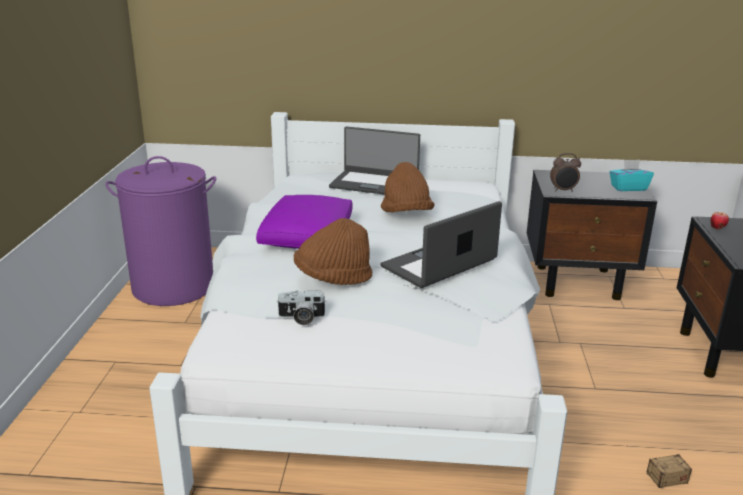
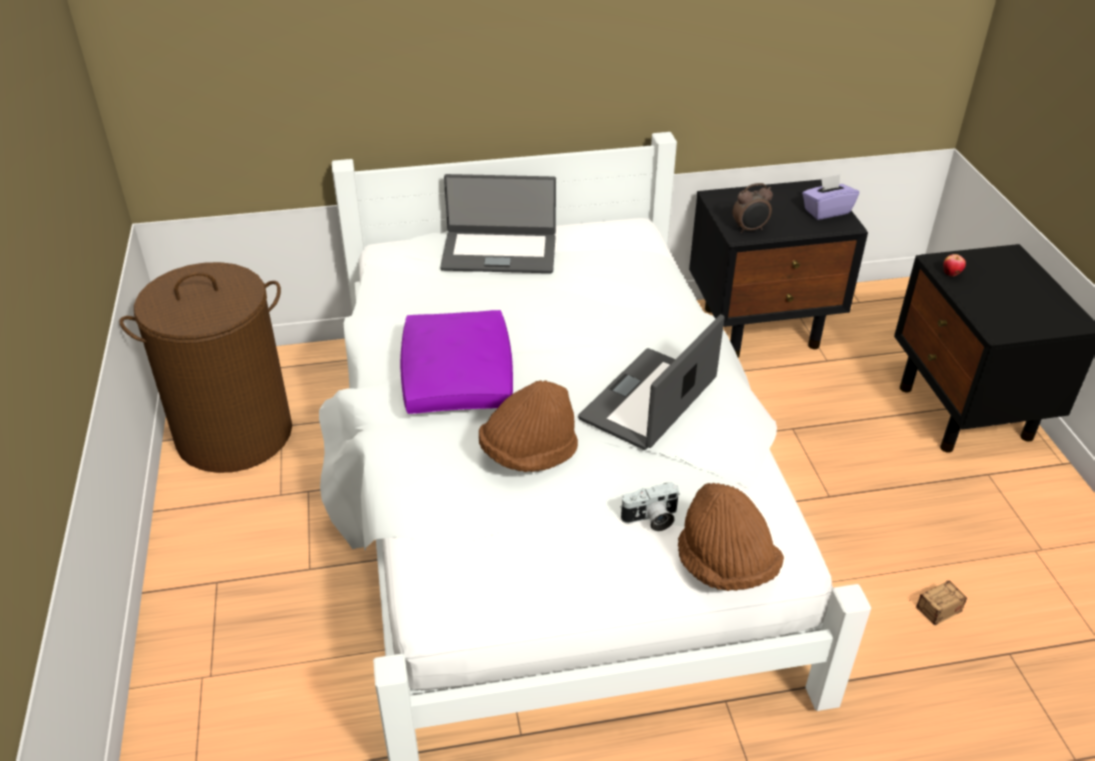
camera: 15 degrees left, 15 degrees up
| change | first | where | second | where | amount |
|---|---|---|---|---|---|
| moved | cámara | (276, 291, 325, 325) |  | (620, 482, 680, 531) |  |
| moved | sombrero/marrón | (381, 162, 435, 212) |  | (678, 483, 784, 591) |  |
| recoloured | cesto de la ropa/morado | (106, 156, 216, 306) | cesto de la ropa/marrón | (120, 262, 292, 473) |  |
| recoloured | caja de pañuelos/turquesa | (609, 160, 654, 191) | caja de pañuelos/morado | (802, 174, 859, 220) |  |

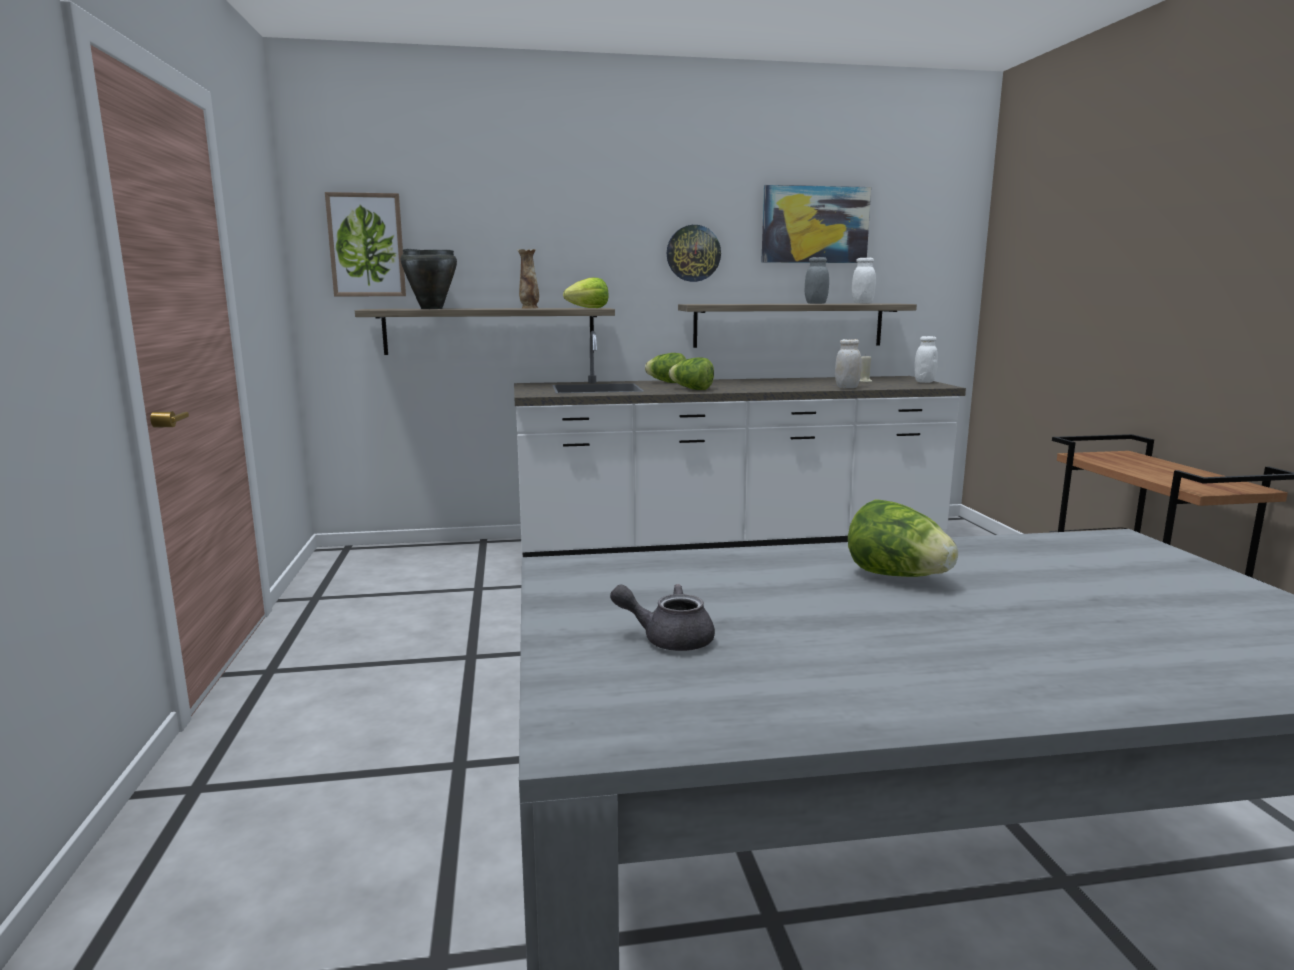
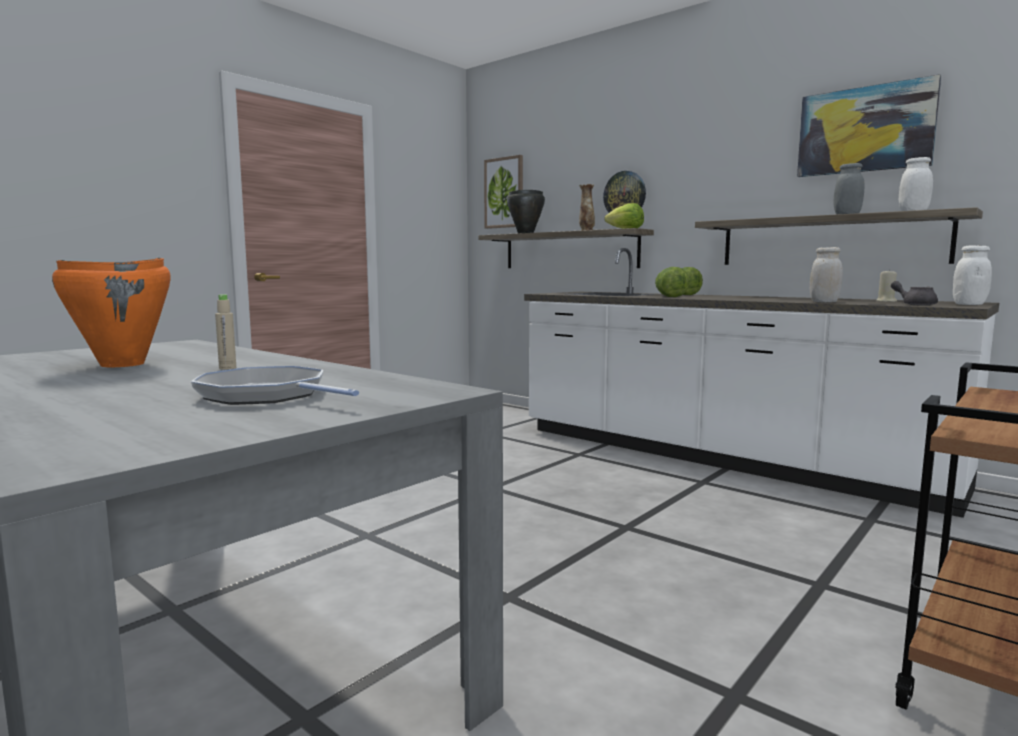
camera: 50 degrees right, 5 degrees down
| change | first | where | second | where | amount |
|---|---|---|---|---|---|
| added |  |  | olla/naranja | (52, 258, 171, 367) |  |
| added |  |  | sartén | (191, 366, 359, 405) |  |
| moved | tetera/gris | (610, 584, 715, 651) |  | (891, 281, 938, 306) |  |
| moved | reloj de pared | (667, 225, 721, 282) |  | (603, 171, 646, 213) |  |
| replaced | lechuga | (848, 499, 958, 577) | botella/beis | (215, 295, 236, 370) |  |

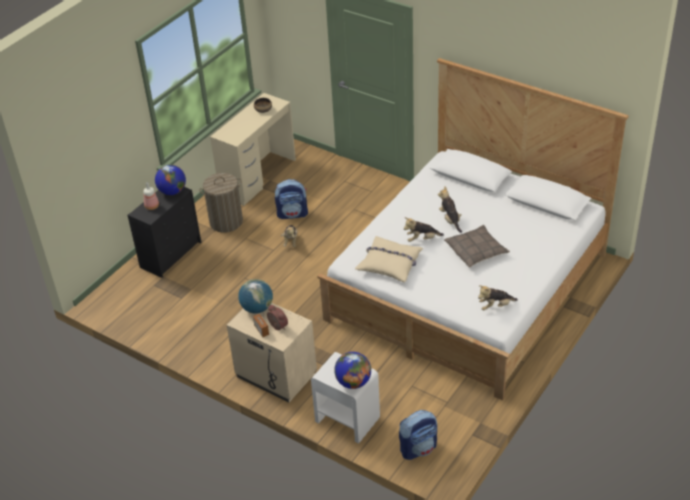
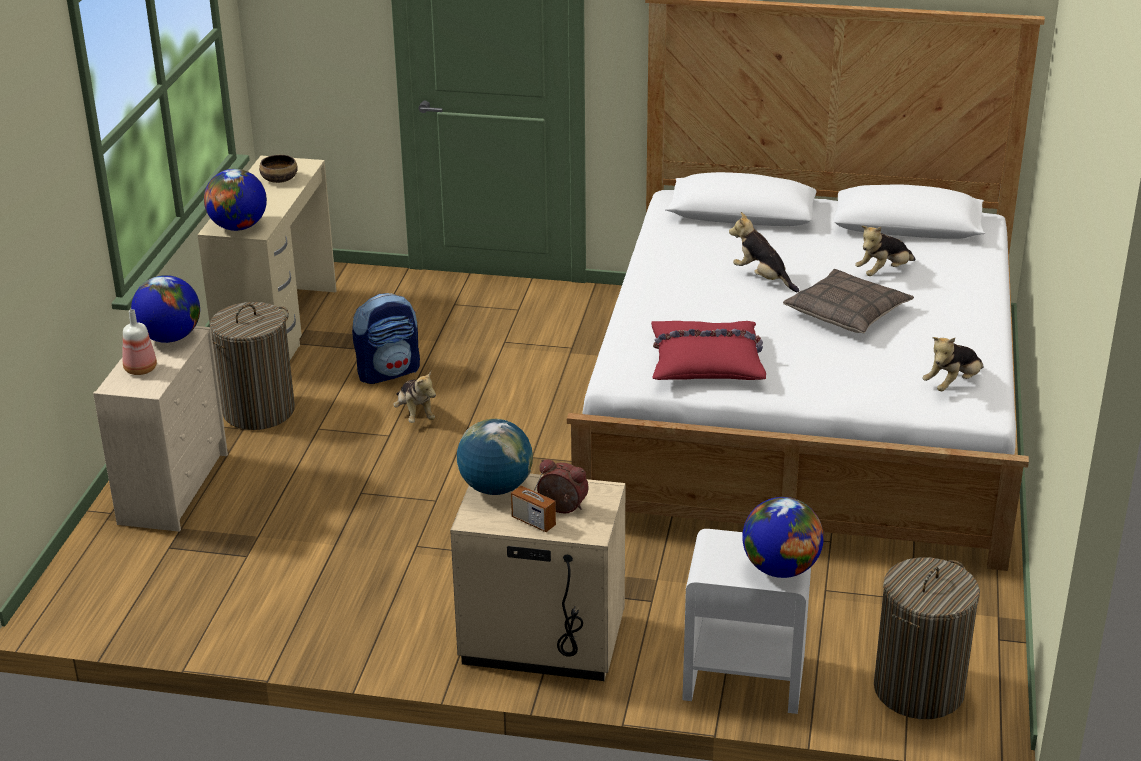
camera: 25 degrees left, 10 degrees down
| change | first | where | second | where | amount |
|---|---|---|---|---|---|
| added |  |  | globo terráqueo | (204, 169, 267, 231) |  |
| moved | peluche | (404, 217, 444, 242) |  | (855, 226, 915, 276) |  |
| replaced | mochila | (399, 410, 437, 460) | cesto de la ropa | (874, 557, 980, 719) |  |
| recoloured | cómoda/negro | (128, 187, 201, 278) | cómoda/beis | (93, 326, 228, 532) |  |
| recoloured | cojín/beis | (355, 236, 423, 282) | cojín/rojo | (651, 321, 766, 380) |  |

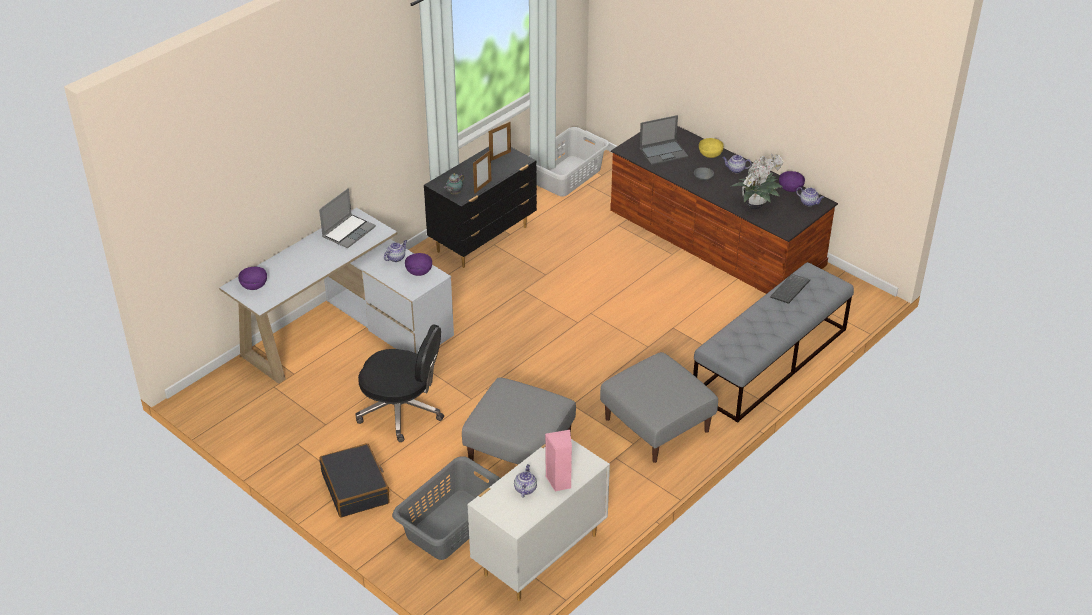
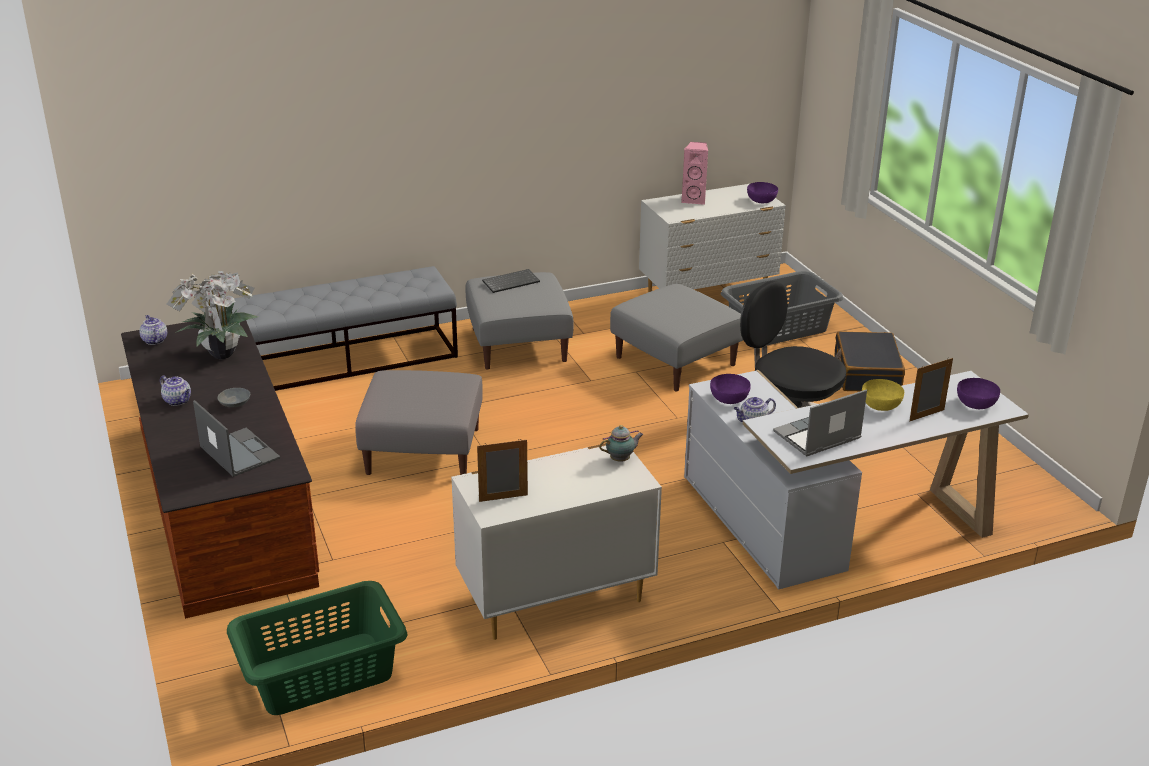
camera: 155 degrees left, 10 degrees down
| change | first | where | second | where | amount |
|---|---|---|---|---|---|
| removed | tetera | (514, 464, 537, 498) |  |  |  |
| added |  |  | puf/gris | (355, 370, 483, 475) |  |
| moved | portarretratos | (473, 150, 491, 194) |  | (909, 358, 953, 421) |  |
| moved | cuenco/amarillo | (699, 138, 724, 158) |  | (862, 379, 904, 411) |  |
| moved | teclado | (770, 274, 810, 304) |  | (482, 269, 540, 293) |  |
| moved | cuenco/morado | (779, 171, 805, 192) |  | (747, 182, 778, 203) |  |
| recoloured | cómoda/negro | (424, 147, 537, 268) | cómoda/blanco | (451, 443, 662, 640) |  |
| recoloured | cesto de la ropa/gris | (529, 127, 610, 196) | cesto de la ropa/verde | (227, 581, 408, 715) |  |
| turned | portátil | (639, 115, 688, 165) |  | (193, 400, 280, 477) | 45 degrees clockwise |

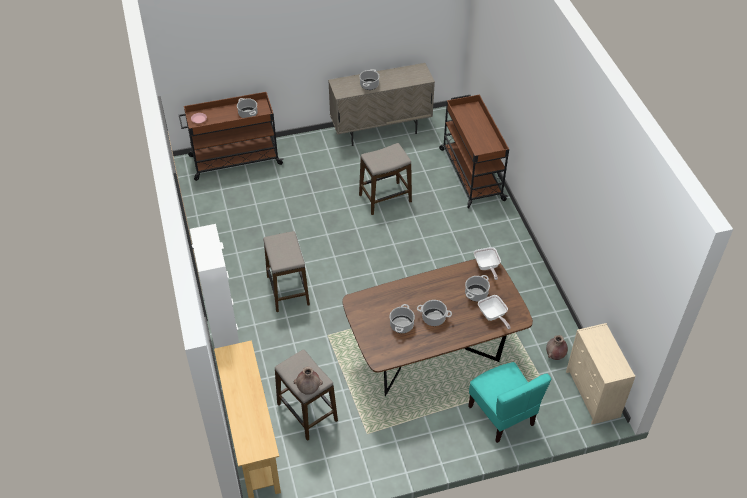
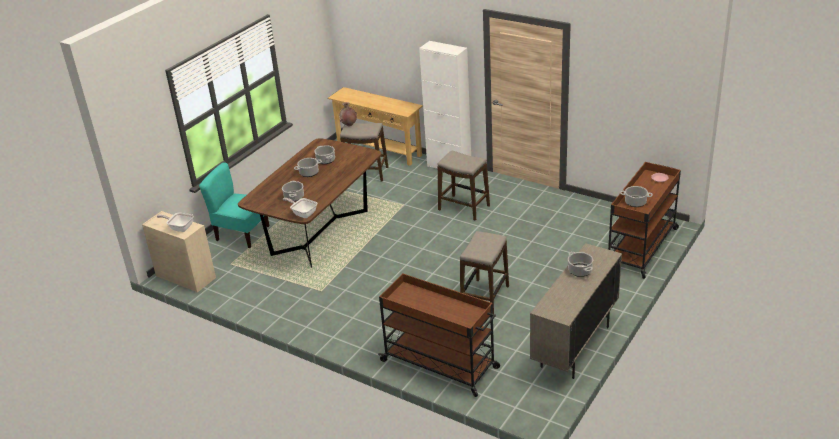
camera: 140 degrees right, 15 degrees down
| change | first | where | second | where | amount |
|---|---|---|---|---|---|
| removed | florero/marrón | (546, 335, 568, 360) |  |  |  |
| moved | sartén | (478, 295, 511, 329) |  | (157, 212, 194, 232) |  |

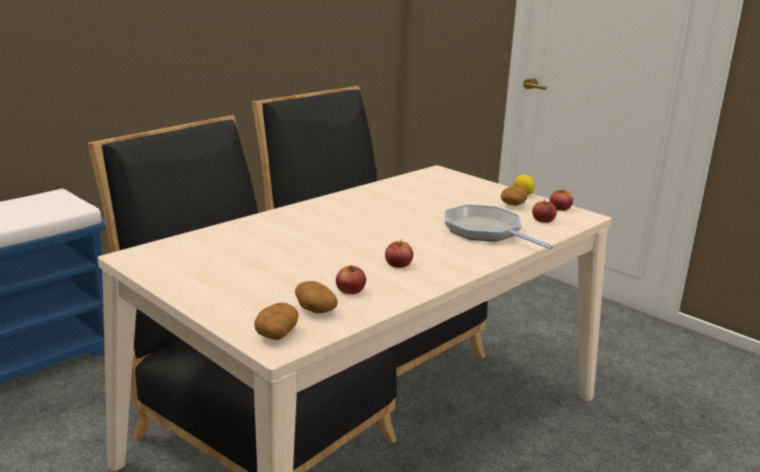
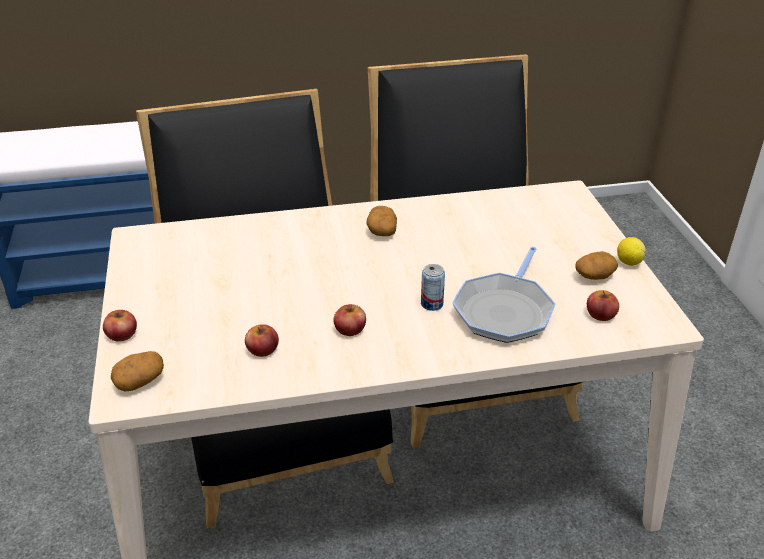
camera: 35 degrees right, 15 degrees up
| change | first | where | second | where | amount |
|---|---|---|---|---|---|
| added |  |  | lata | (421, 264, 445, 311) |  |
| moved | patata | (295, 281, 338, 314) |  | (366, 206, 397, 236) |  |
| moved | manzana | (549, 188, 573, 211) |  | (103, 310, 137, 342) |  |
| turned | sartén | (444, 205, 553, 249) |  | (452, 247, 555, 343) | 150 degrees counterclockwise |

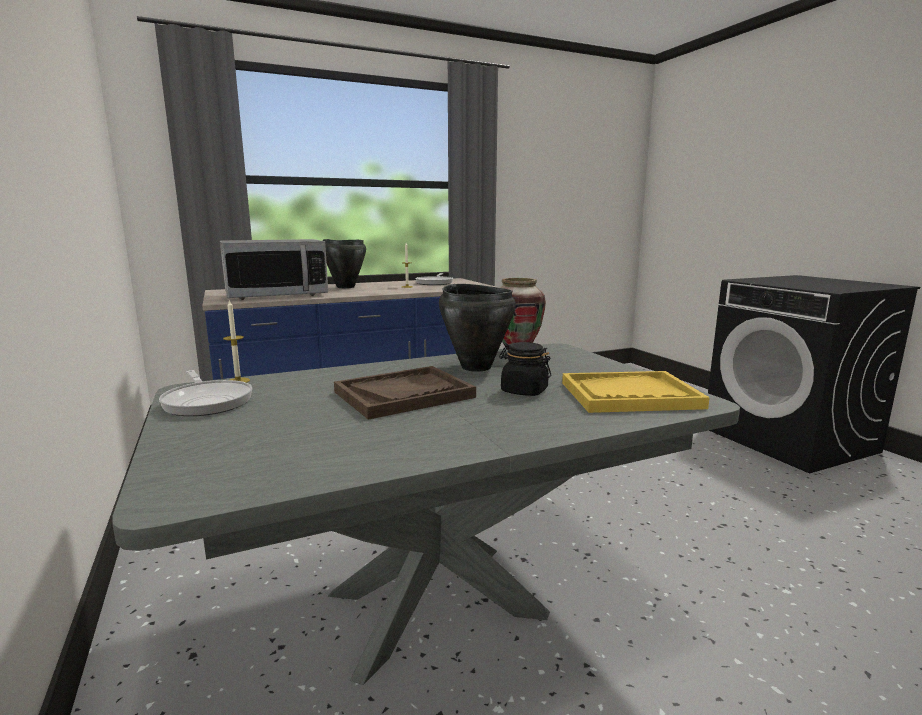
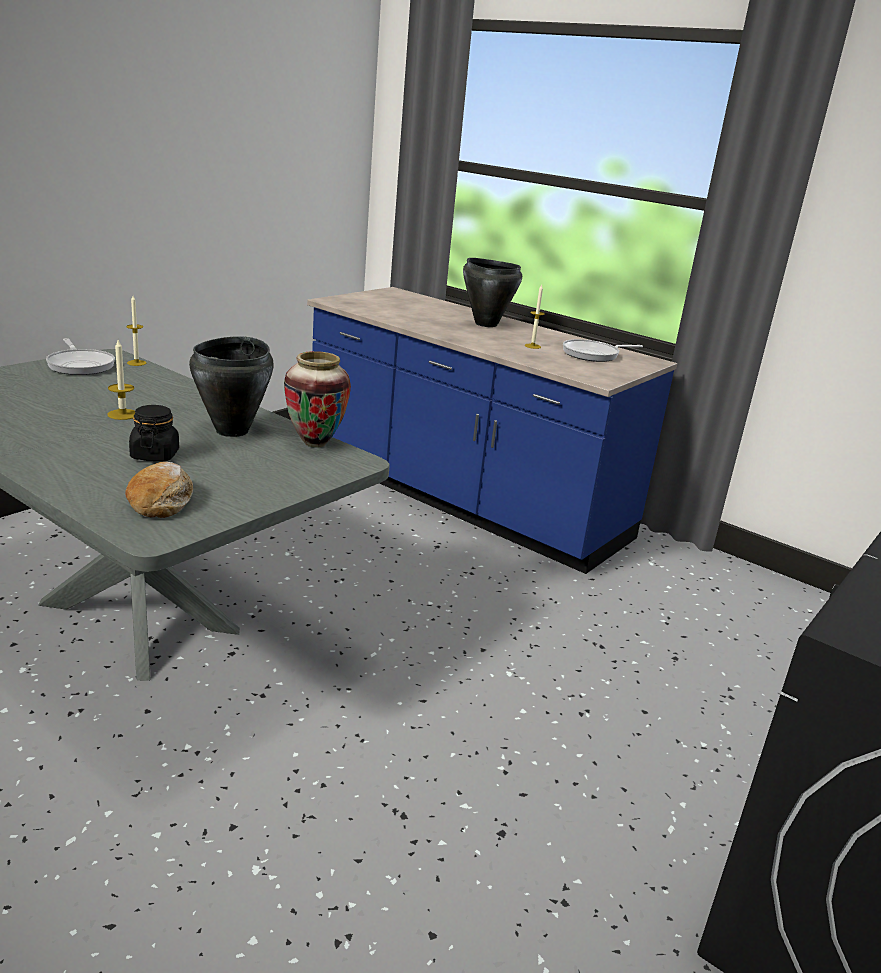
camera: 60 degrees right, 10 degrees up
| change | first | where | second | where | amount |
|---|---|---|---|---|---|
| removed | microondas | (220, 239, 328, 300) |  |  |  |
| replaced | bandeja/marrón | (334, 366, 476, 420) | vela | (108, 340, 135, 420) |  |
| replaced | bandeja/amarillo | (562, 371, 710, 413) | pan | (125, 462, 193, 518) |  |
| turned | sartén | (159, 370, 252, 416) |  | (46, 338, 115, 375) | 60 degrees counterclockwise |

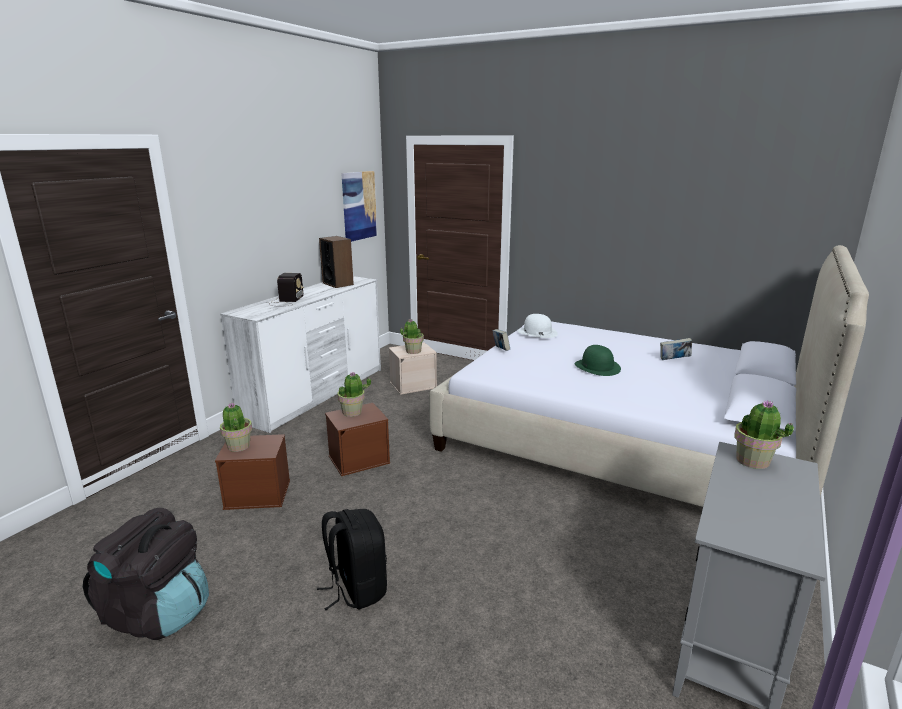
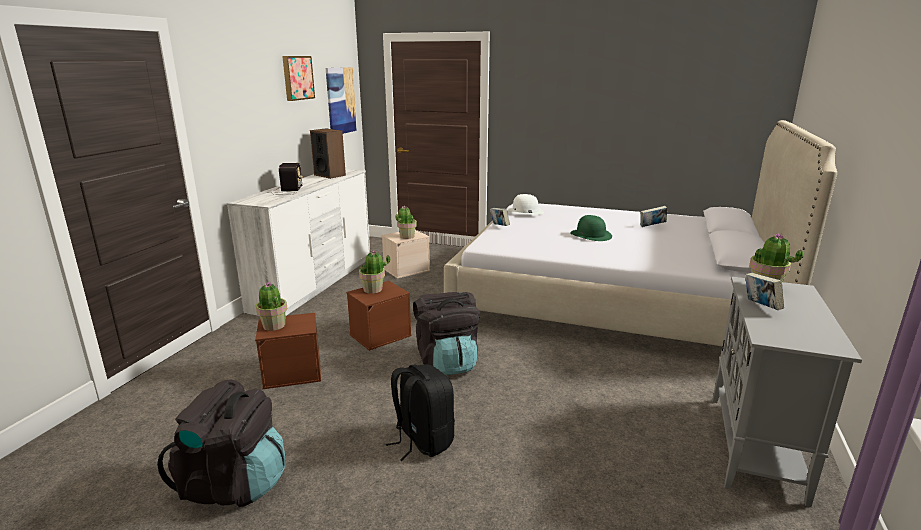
camera: 10 degrees left, 0 degrees up
| change | first | where | second | where | amount |
|---|---|---|---|---|---|
| added |  |  | cuadro | (282, 56, 315, 101) |  |
| added |  |  | mochila/negro | (413, 292, 480, 375) |  |
| added |  |  | libro | (745, 273, 784, 310) |  |

